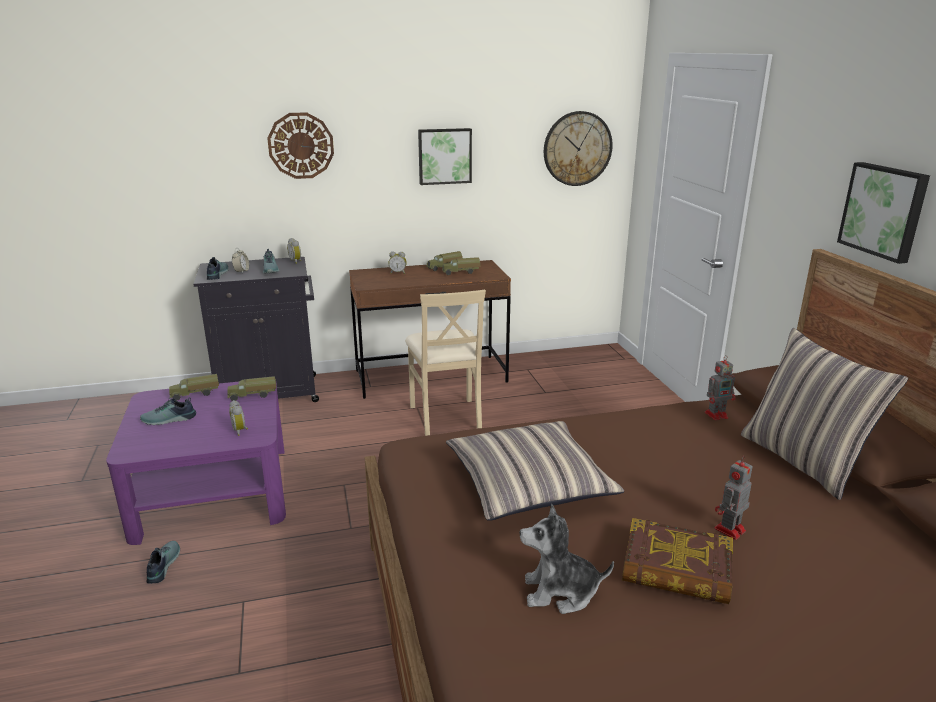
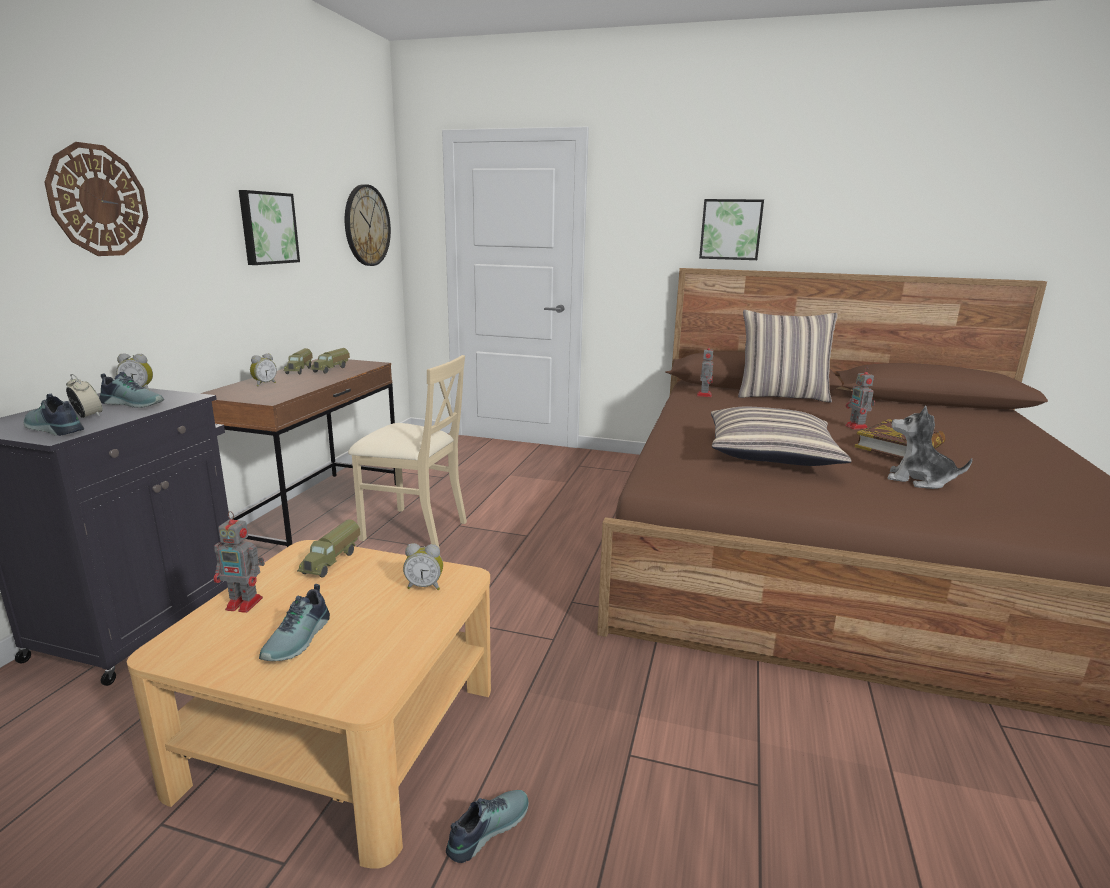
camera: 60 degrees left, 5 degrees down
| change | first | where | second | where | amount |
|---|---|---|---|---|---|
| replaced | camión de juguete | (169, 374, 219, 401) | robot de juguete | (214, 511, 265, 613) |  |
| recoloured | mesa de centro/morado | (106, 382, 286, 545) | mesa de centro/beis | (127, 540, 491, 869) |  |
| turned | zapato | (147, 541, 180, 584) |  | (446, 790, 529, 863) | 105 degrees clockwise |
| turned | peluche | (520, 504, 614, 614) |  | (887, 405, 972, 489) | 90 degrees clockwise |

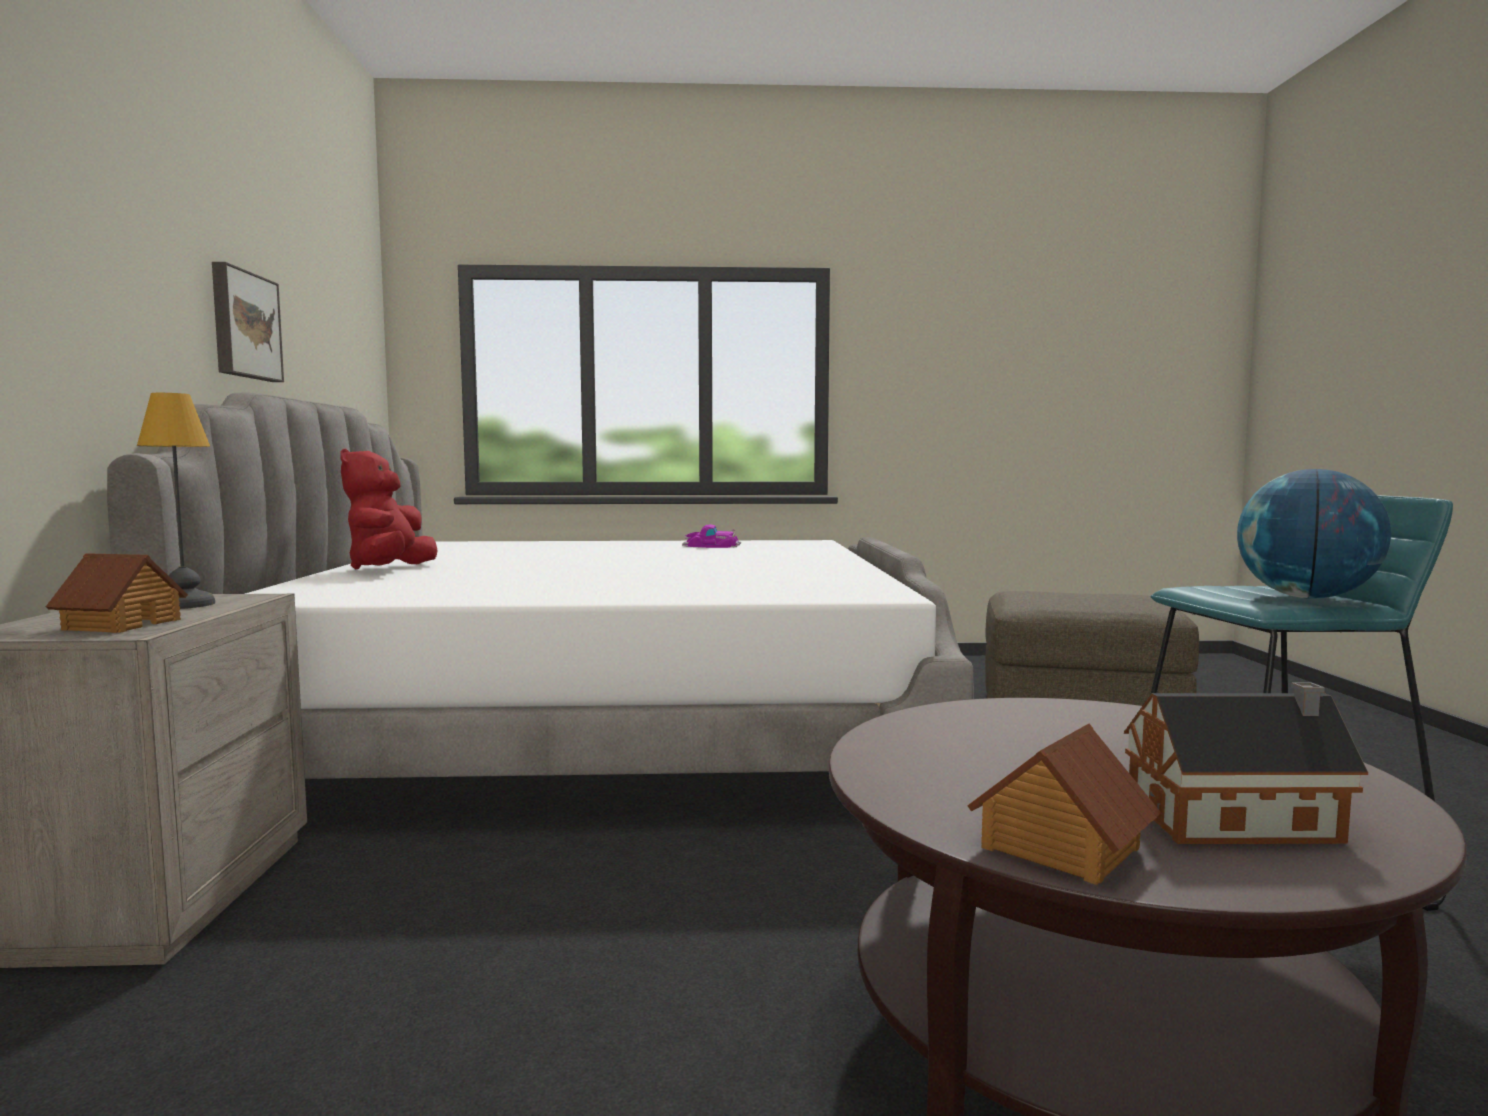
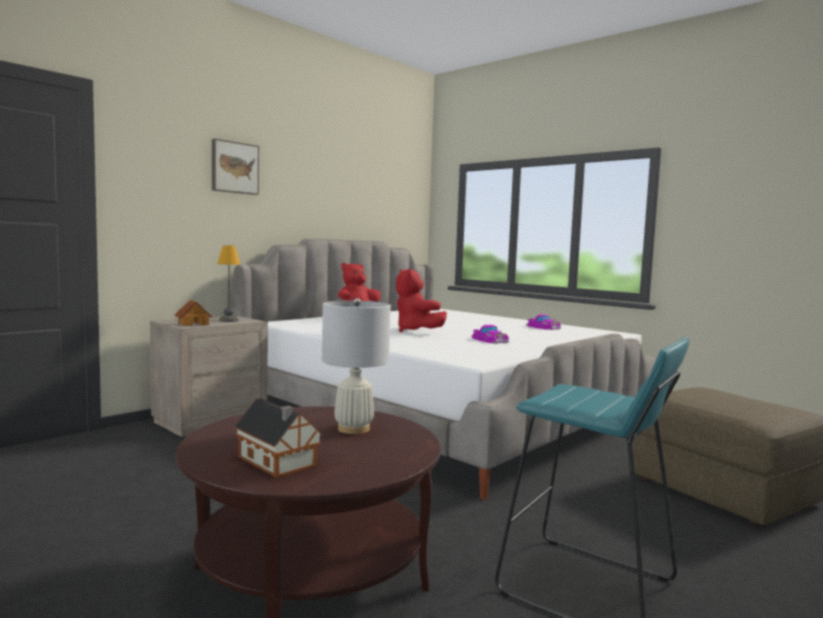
camera: 45 degrees right, 0 degrees up
| change | first | where | second | where | amount |
|---|---|---|---|---|---|
| removed | casita | (967, 724, 1161, 885) |  |  |  |
| removed | globo terráqueo | (1237, 469, 1391, 599) |  |  |  |
| added |  |  | lámpara de mesa/blanco | (322, 298, 391, 434) |  |
| added |  |  | peluche/rojo | (396, 269, 447, 332) |  |
| added |  |  | coche de juguete | (471, 325, 509, 344) |  |
| moved | cuadro | (212, 262, 284, 382) |  | (212, 139, 259, 195) |  |

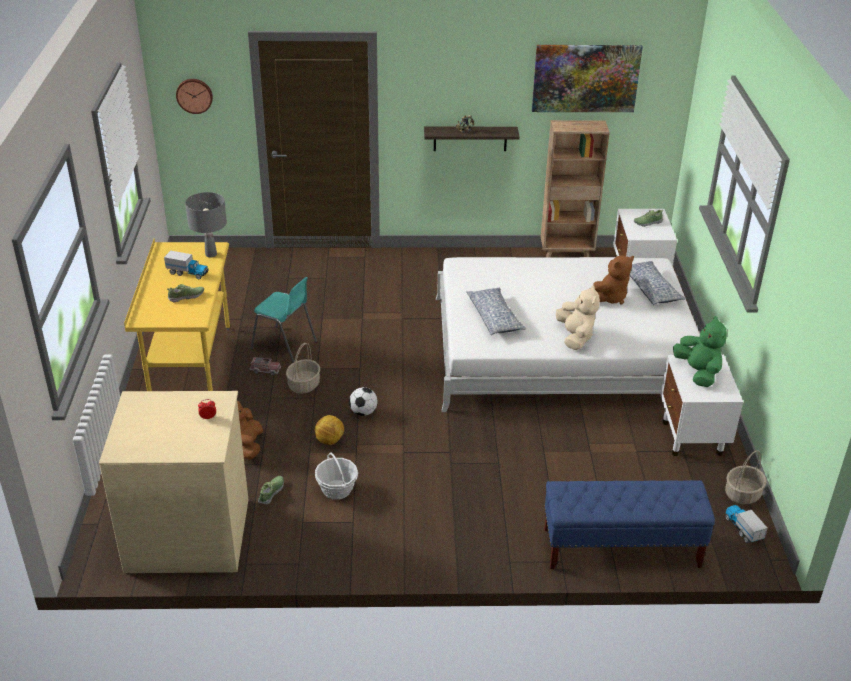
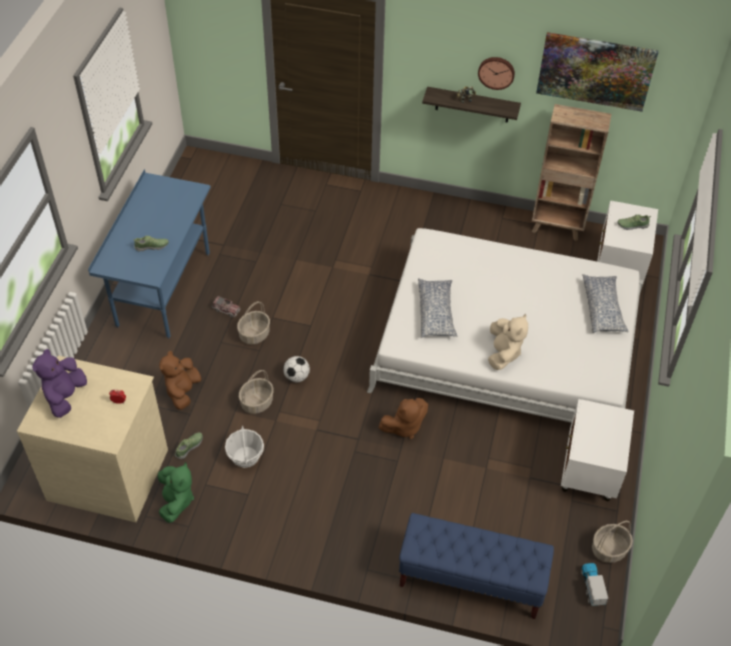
camera: 15 degrees right, 15 degrees up
| change | first | where | second | where | amount |
|---|---|---|---|---|---|
| removed | camión de juguete | (164, 251, 209, 279) |  |  |  |
| removed | lámpara de mesa/gris | (185, 192, 227, 257) |  |  |  |
| removed | silla/turquesa | (250, 277, 317, 363) |  |  |  |
| added |  |  | peluche/morado | (32, 349, 87, 418) |  |
| moved | reloj de pared | (176, 79, 213, 114) |  | (478, 57, 515, 90) |  |
| moved | peluche/marrón | (593, 255, 634, 305) |  | (379, 398, 428, 439) |  |
| moved | peluche/verde | (673, 316, 727, 387) |  | (158, 462, 194, 523) |  |
| replaced | balón de fútbol | (315, 415, 344, 445) | cesta | (239, 370, 274, 414) |  |
| recoloured | escritorio/amarillo | (124, 238, 230, 391) | escritorio/azul | (88, 169, 211, 339) |  |

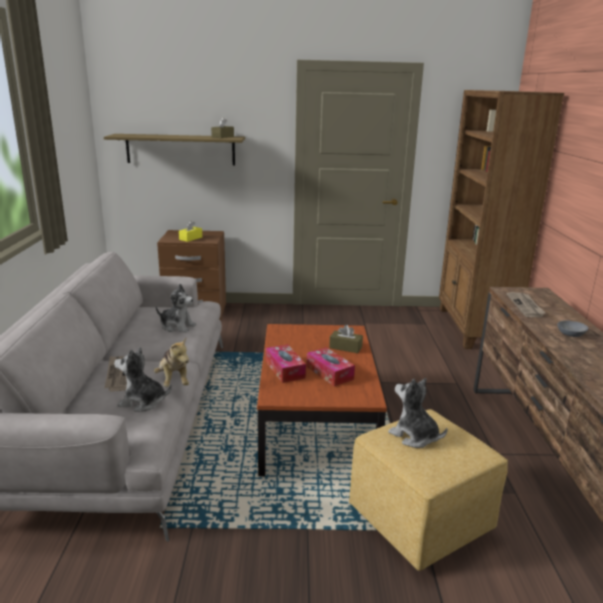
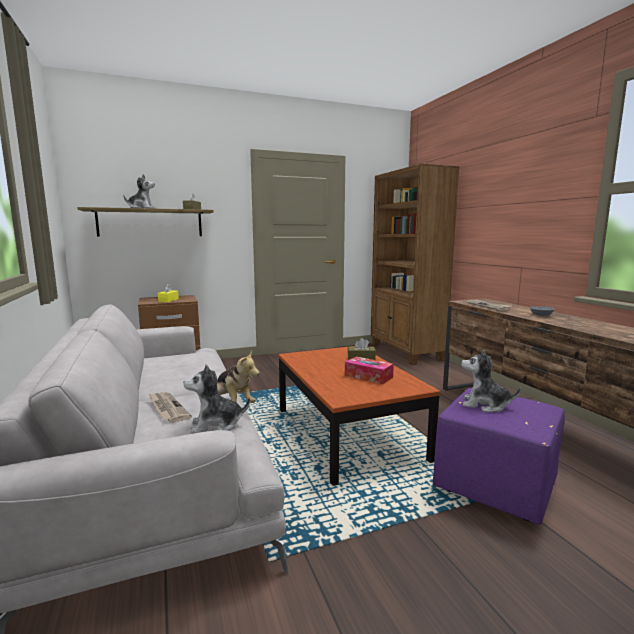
camera: 20 degrees left, 10 degrees down
| change | first | where | second | where | amount |
|---|---|---|---|---|---|
| removed | caja de pañuelos | (266, 344, 306, 383) |  |  |  |
| moved | peluche | (156, 284, 196, 333) |  | (123, 174, 156, 209) |  |
| recoloured | puf/amarillo | (349, 409, 508, 571) | puf/morado | (433, 388, 565, 525) |  |

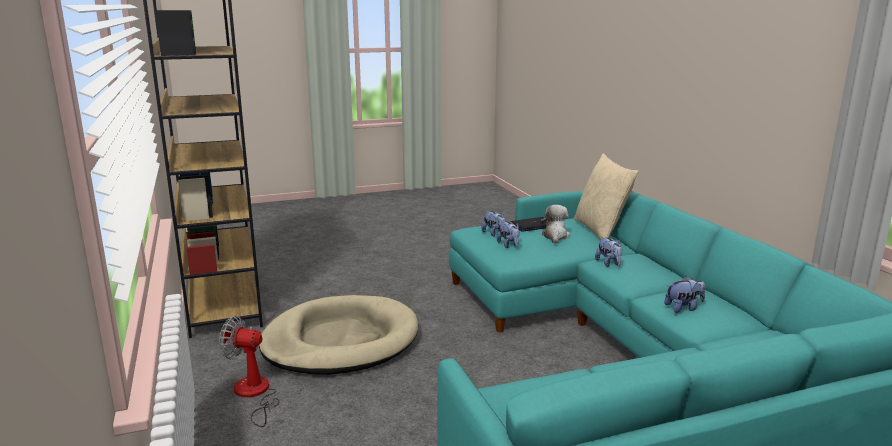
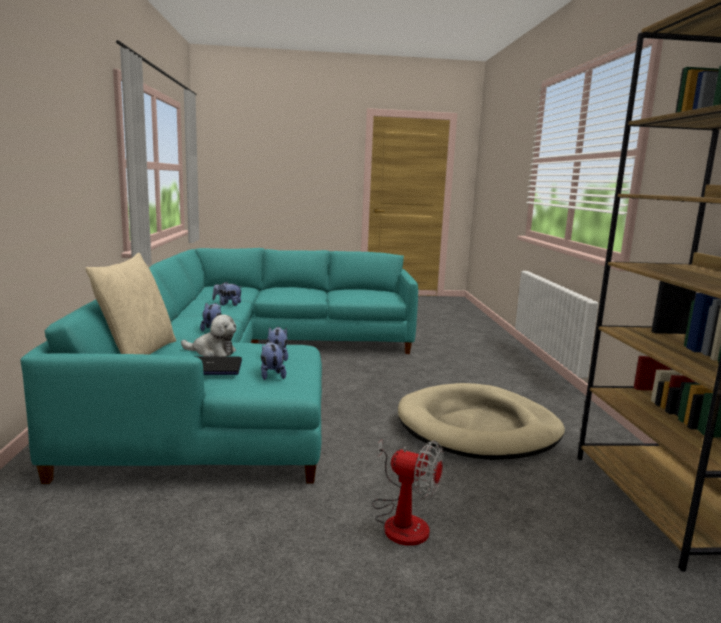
camera: 165 degrees left, 5 degrees down
| change | first | where | second | where | amount |
|---|---|---|---|---|---|
| moved | ventilador | (219, 316, 279, 427) |  | (372, 440, 444, 546) |  |
| turned | peluche | (540, 205, 570, 244) |  | (181, 314, 236, 356) | 105 degrees counterclockwise |

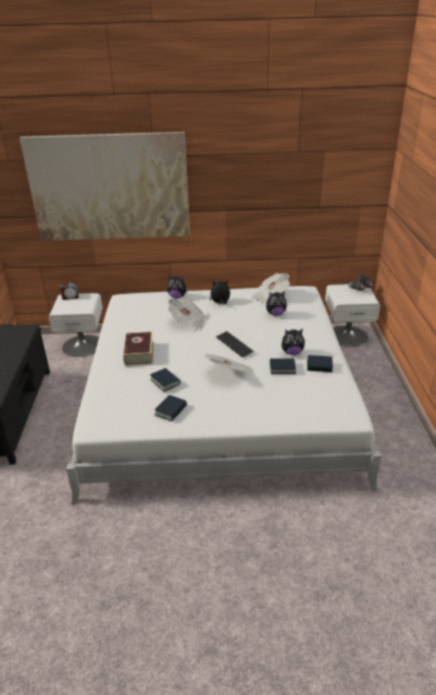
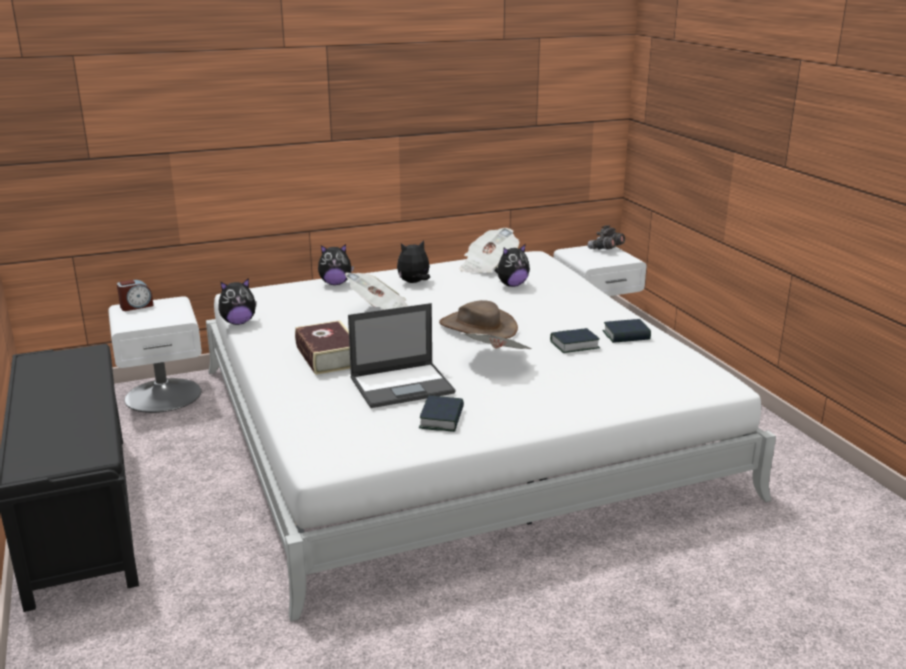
camera: 20 degrees left, 10 degrees down
| change | first | where | second | where | amount |
|---|---|---|---|---|---|
| removed | cuadro | (20, 132, 190, 241) |  |  |  |
| moved | peluche | (282, 329, 305, 355) |  | (218, 278, 257, 325) |  |
| replaced | libro | (150, 368, 180, 392) | portátil | (348, 303, 455, 408) |  |
| replaced | teclado | (216, 331, 253, 358) | sombrero/marrón | (439, 300, 518, 339) |  |

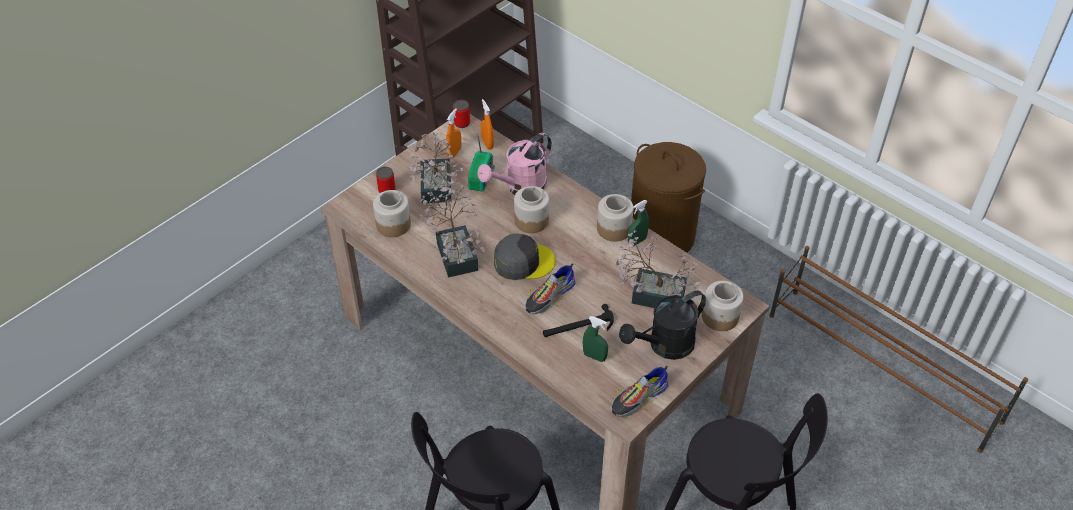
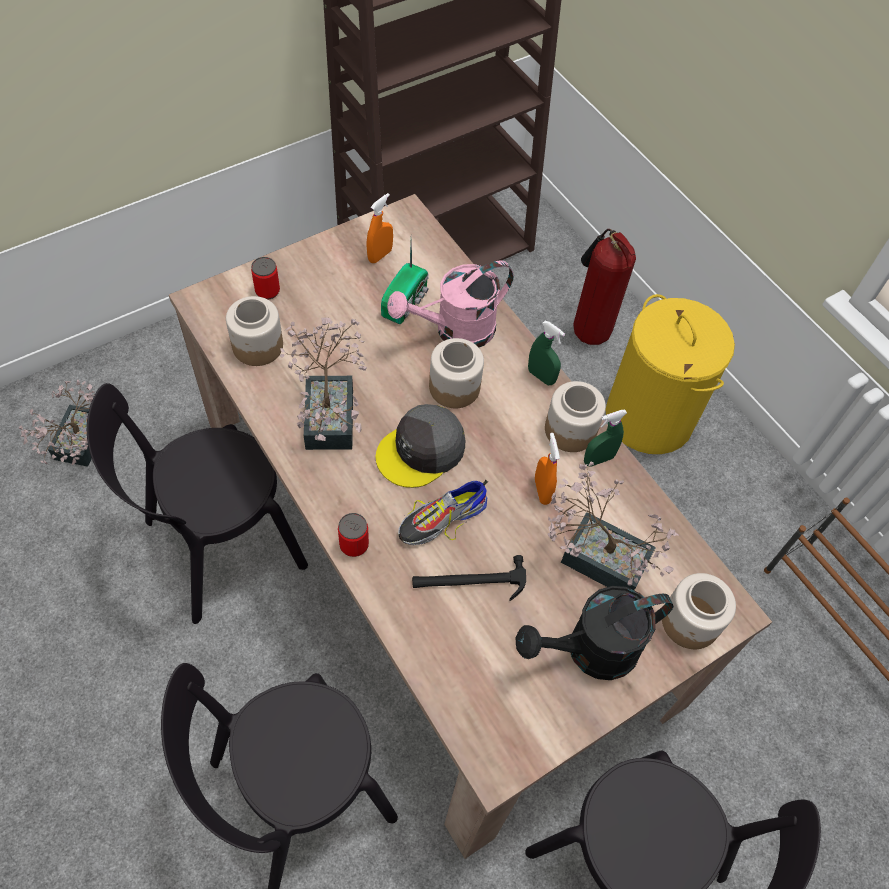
camera: 10 degrees right, 10 degrees up
| change | first | where | second | where | amount |
|---|---|---|---|---|---|
| removed | zapato | (611, 366, 668, 417) |  |  |  |
| added |  |  | silla/negro | (87, 383, 308, 624) |  |
| added |  |  | extintor | (573, 229, 636, 345) |  |
| moved | planta en maceta | (409, 132, 463, 203) |  | (19, 380, 95, 467) |  |
| moved | lata | (453, 100, 470, 128) |  | (338, 513, 369, 557) |  |
| moved | pulverizador/naranja | (481, 99, 494, 150) |  | (535, 433, 560, 505) |  |
| moved | pulverizador/verde | (583, 316, 608, 362) |  | (528, 321, 565, 385) |  |
| recoloured | cesto de la ropa/marrón | (631, 142, 706, 253) | cesto de la ropa/amarillo | (606, 294, 735, 454) |  |
| turned | gorra/gris | (494, 234, 555, 280) |  | (376, 404, 465, 488) | 135 degrees clockwise |

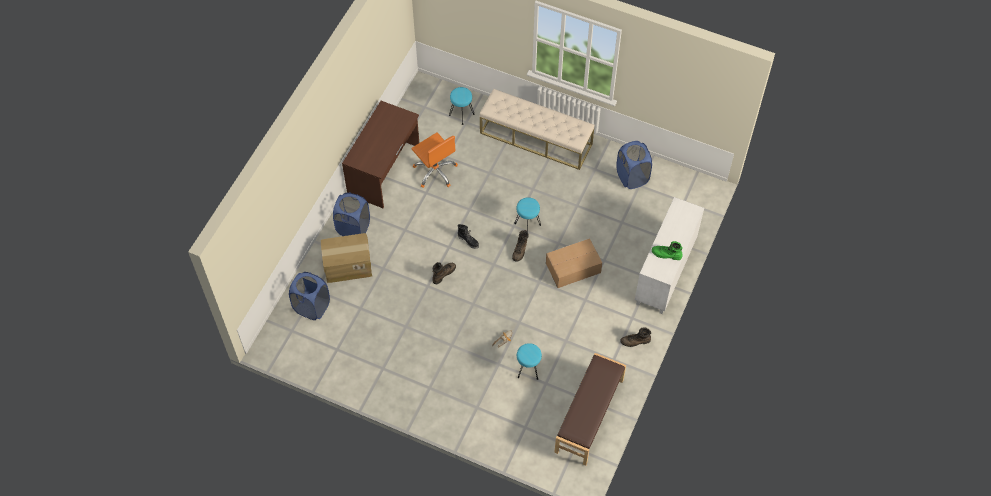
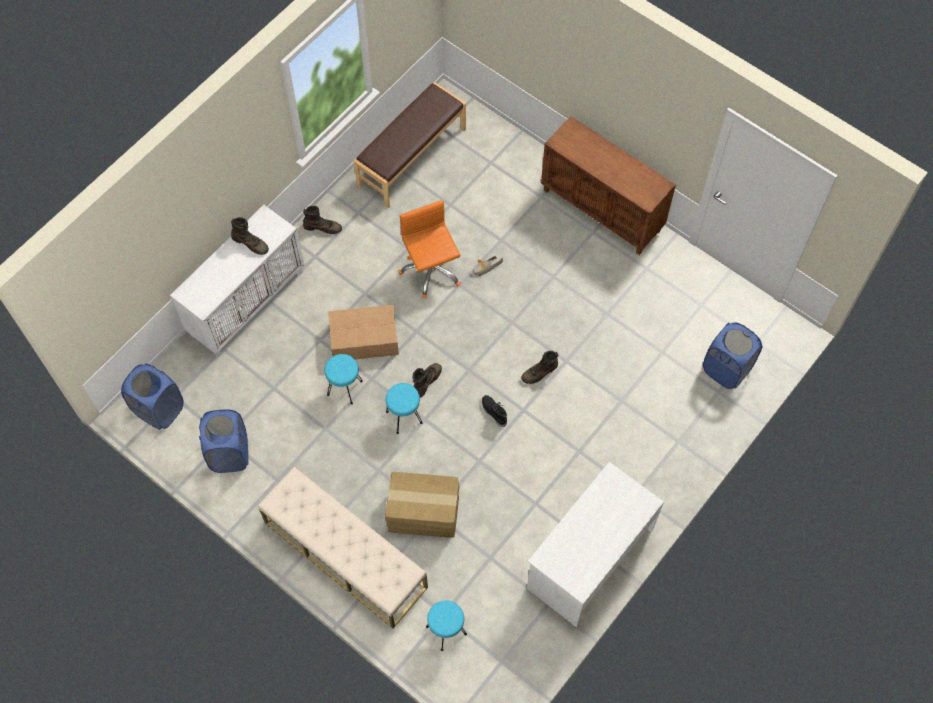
camera: 165 degrees left, 5 degrees up
| change | first | where | second | where | amount |
|---|---|---|---|---|---|
| added |  |  | armario/marrón | (541, 116, 676, 255) |  |
| moved | caja de cartón | (321, 233, 372, 283) |  | (385, 472, 459, 538) |  |
| moved | cesto de la ropa/azul | (333, 193, 370, 236) |  | (121, 363, 184, 430) |  |
| moved | silla de oficina/naranja | (411, 132, 458, 188) |  | (399, 200, 461, 299) |  |
| moved | taburete/turquesa | (517, 343, 542, 380) |  | (325, 354, 363, 404) |  |
| recoloured | escritorio/marrón | (342, 101, 419, 208) | escritorio/blanco | (527, 462, 664, 627) |  |
| recoloured | bota/verde | (652, 241, 683, 260) | bota/marrón | (231, 217, 269, 255) |  |

